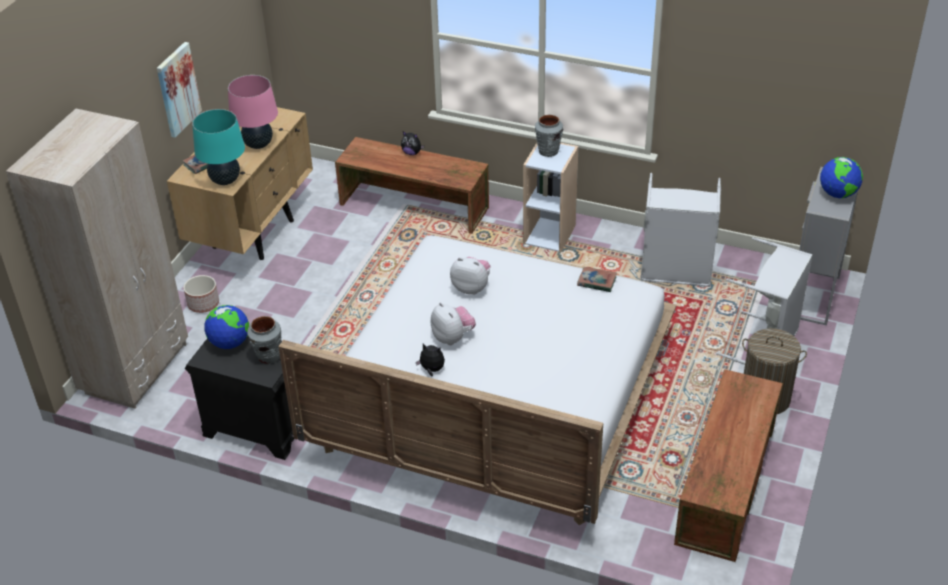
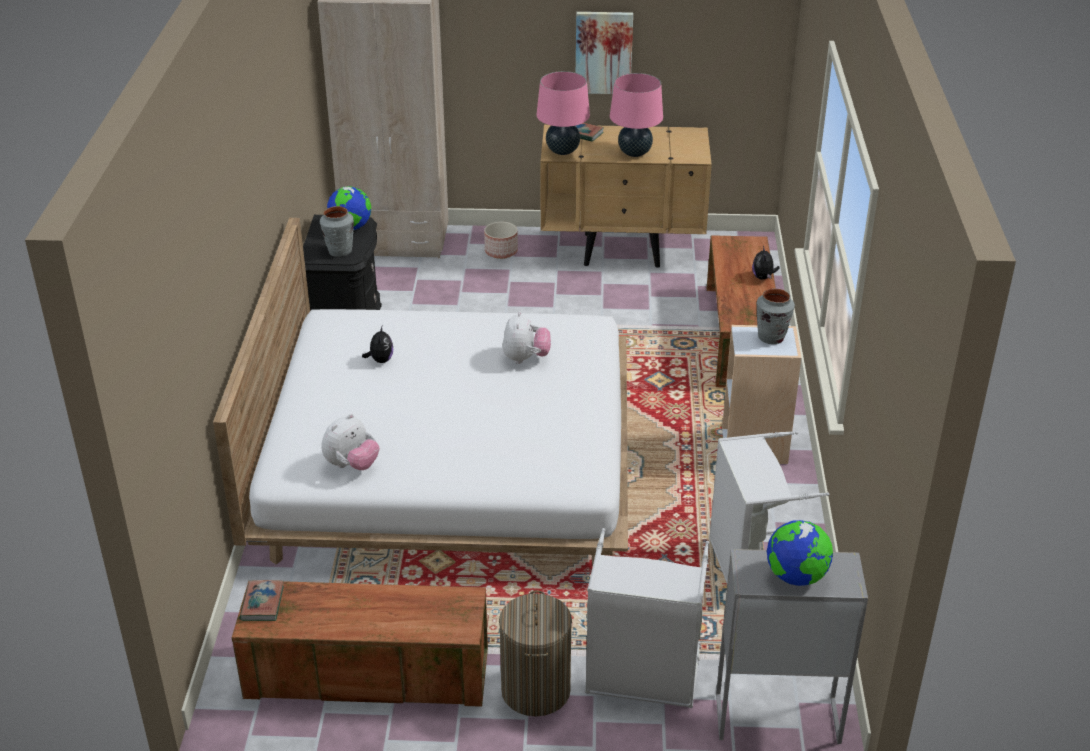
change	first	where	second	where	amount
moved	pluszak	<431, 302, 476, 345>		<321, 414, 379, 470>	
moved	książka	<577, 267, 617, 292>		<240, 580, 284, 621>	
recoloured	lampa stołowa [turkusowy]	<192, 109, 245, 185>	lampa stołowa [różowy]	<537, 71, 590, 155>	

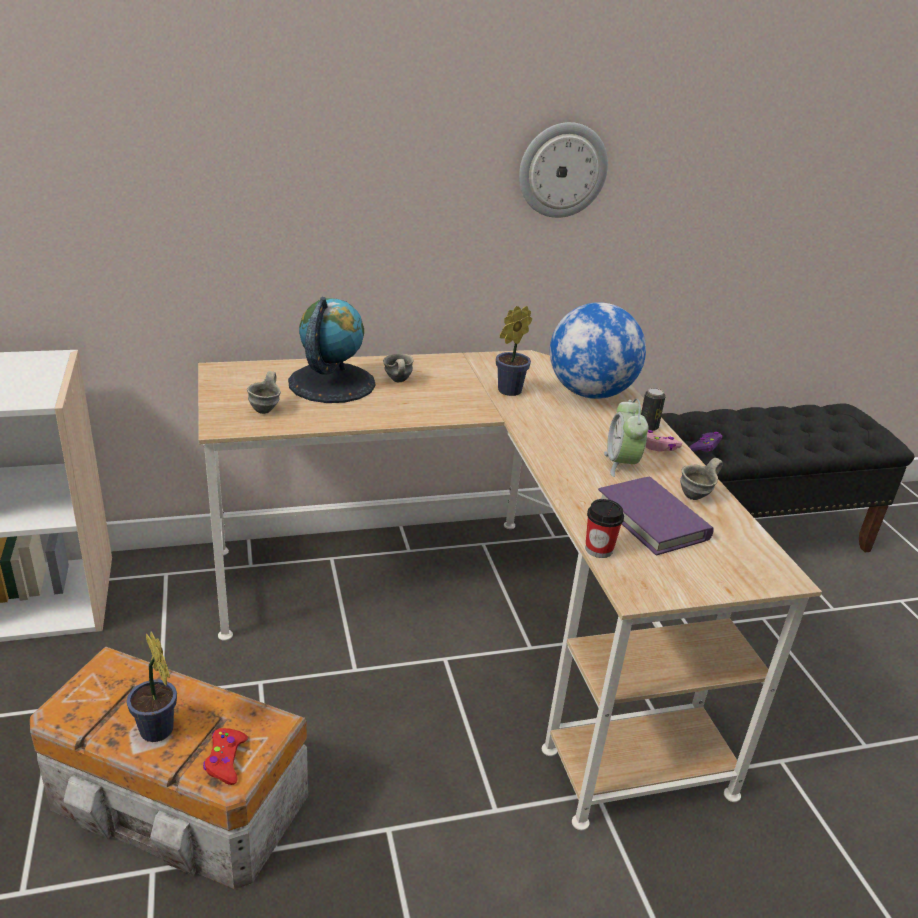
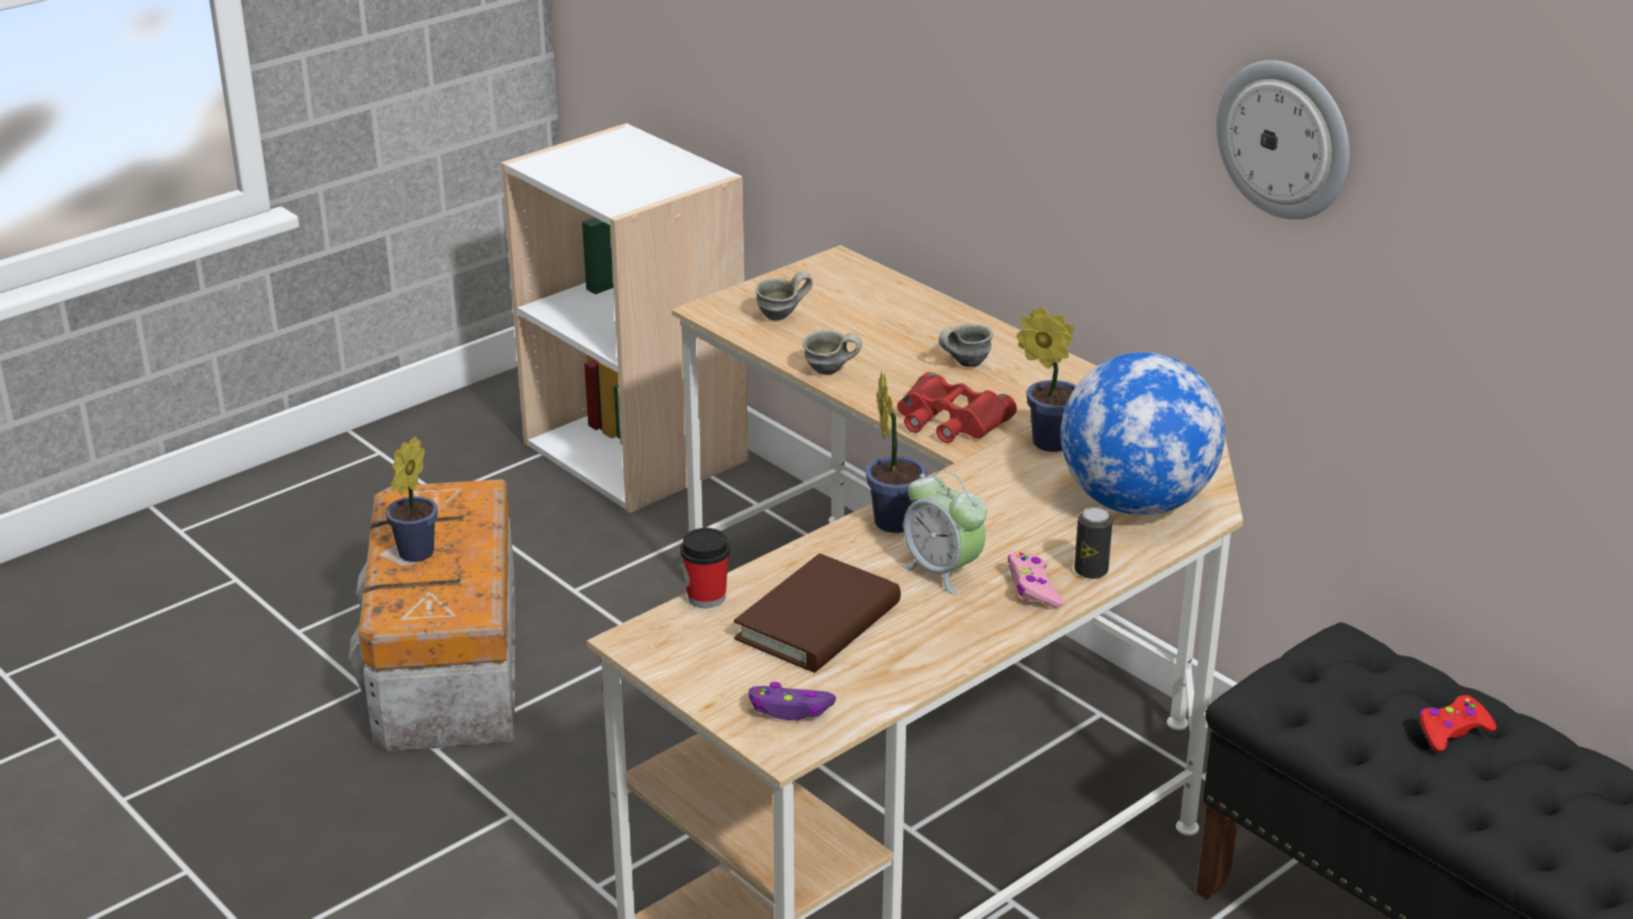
change	first	where	second	where	amount
removed	globus	<288, 297, 376, 403>			
added			roślina doniczkowa	<866, 372, 927, 533>	
added			lornetka [czerwony]	<897, 372, 1017, 443>	
moved	pad do gier [czerwony]	<203, 728, 248, 785>		<1419, 695, 1497, 752>	
moved	kubek [szary]	<680, 458, 723, 500>		<803, 329, 862, 375>	
moved	pad do gier [fioletowy]	<689, 432, 722, 452>		<748, 682, 836, 720>	
recoloured	książka [fioletowy]	<597, 476, 714, 555>	książka [brązowy]	<734, 553, 901, 672>	
turned	budzik	<604, 399, 649, 477>		<901, 469, 987, 595>	105 degrees counterclockwise

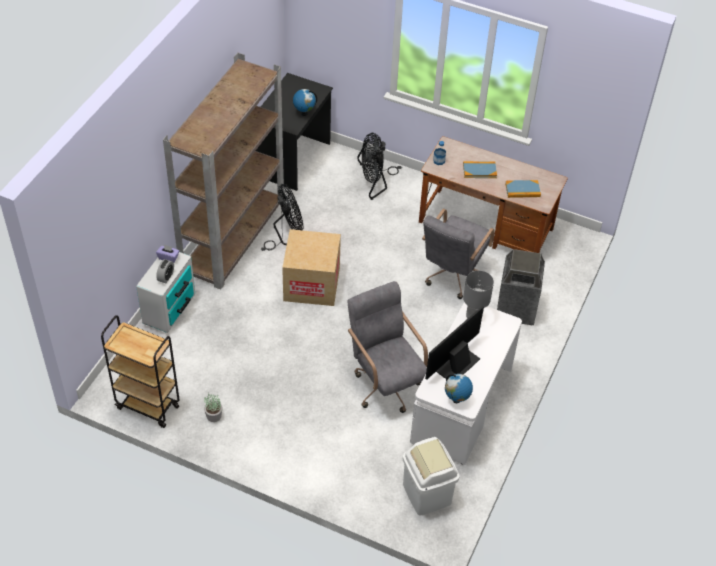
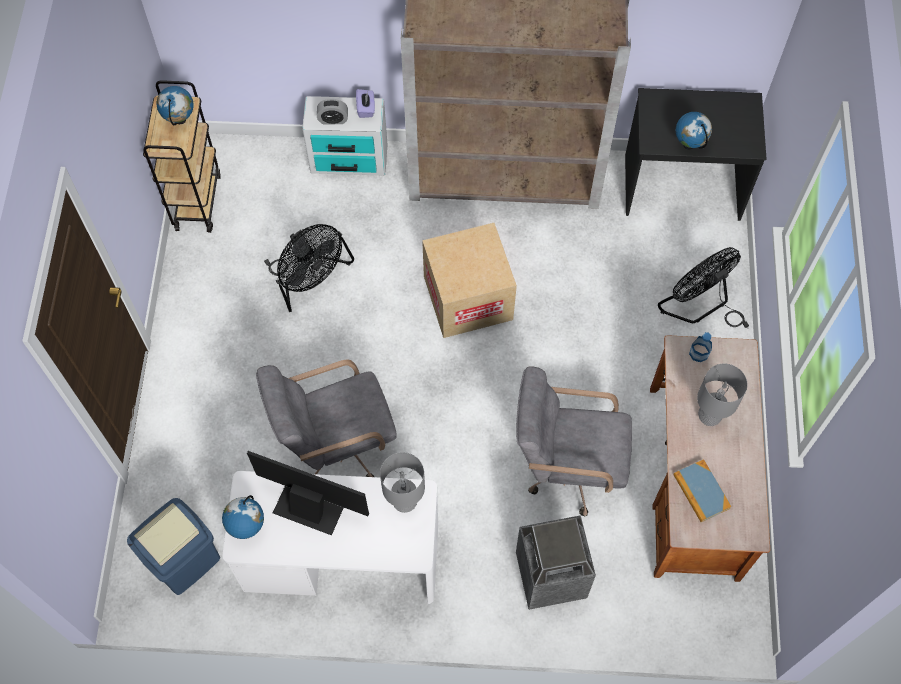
change	first	where	second	where	amount
removed	roślina doniczkowa	<204, 394, 223, 422>			
added			globus	<157, 86, 194, 125>	
moved	wentylator [czarny]	<261, 184, 303, 251>		<264, 224, 354, 312>	
replaced	książka	<463, 161, 497, 178>	lampa stołowa [szary]	<697, 364, 747, 426>	
recoloured	kosz na śmieci [biały]	<403, 437, 459, 516>	kosz na śmieci [niebieski]	<127, 498, 220, 595>	
turned	krzesło biurowe [szary]	<348, 281, 428, 413>		<256, 360, 397, 477>	150 degrees counterclockwise

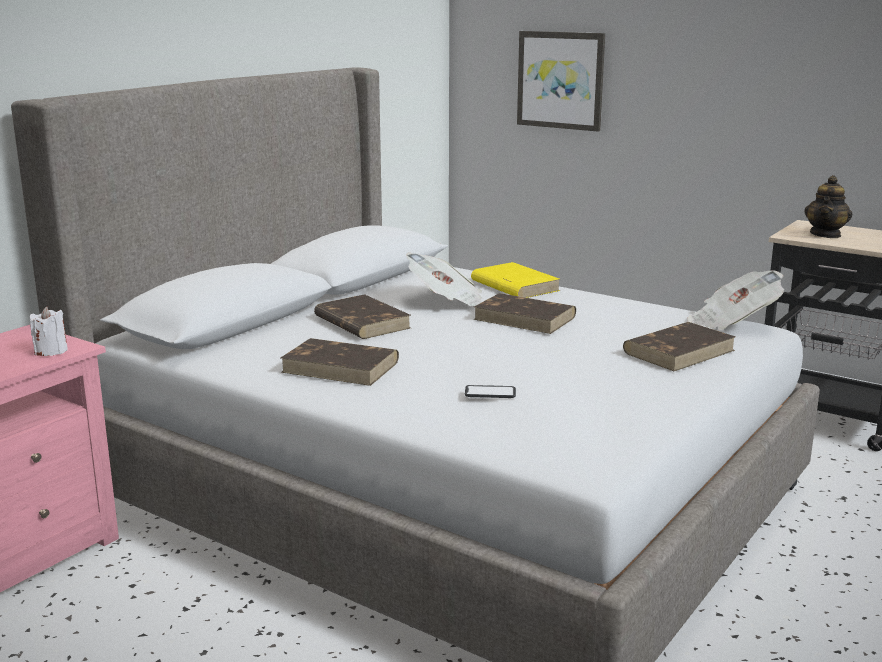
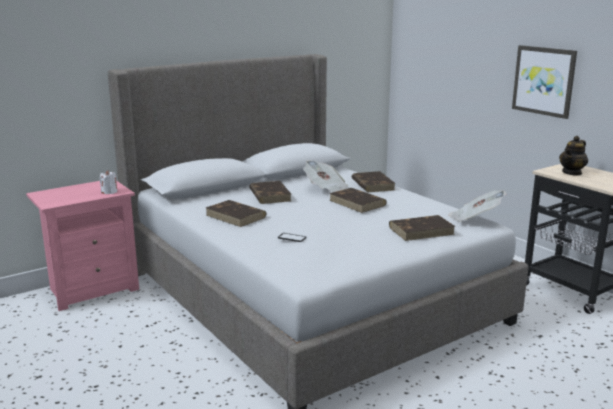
change	first	where	second	where	amount
moved	obraz	<517, 31, 605, 132>		<512, 45, 577, 119>	
recoloured	książka [żółty]	<471, 262, 560, 298>	książka [brązowy]	<352, 171, 396, 192>	

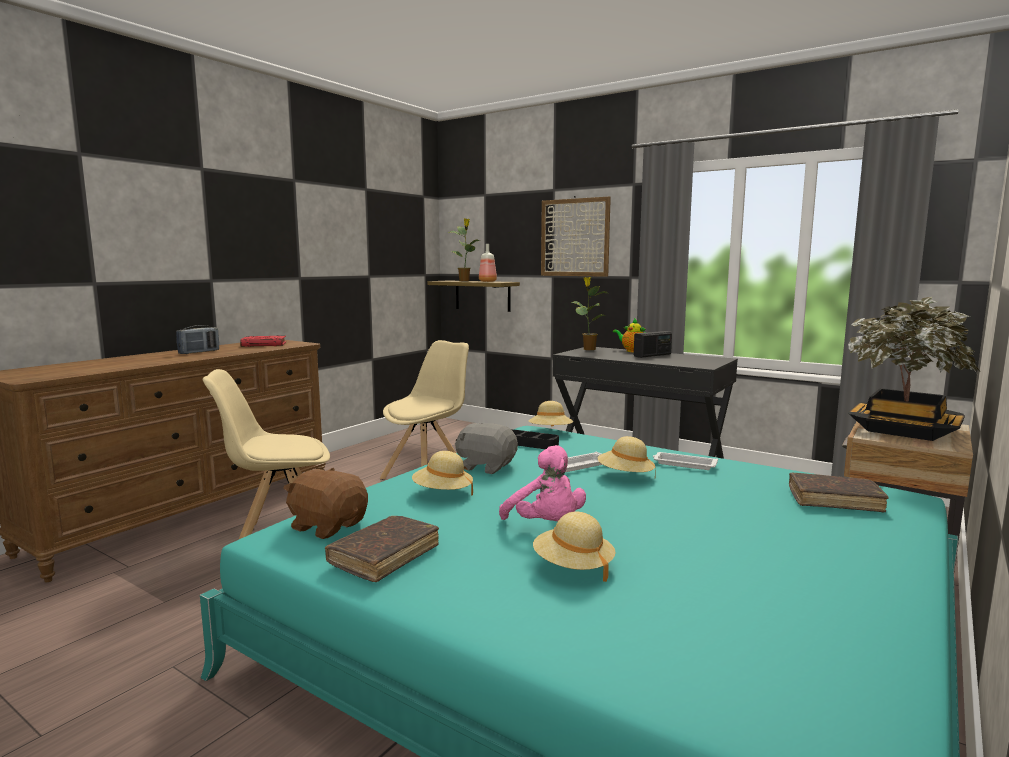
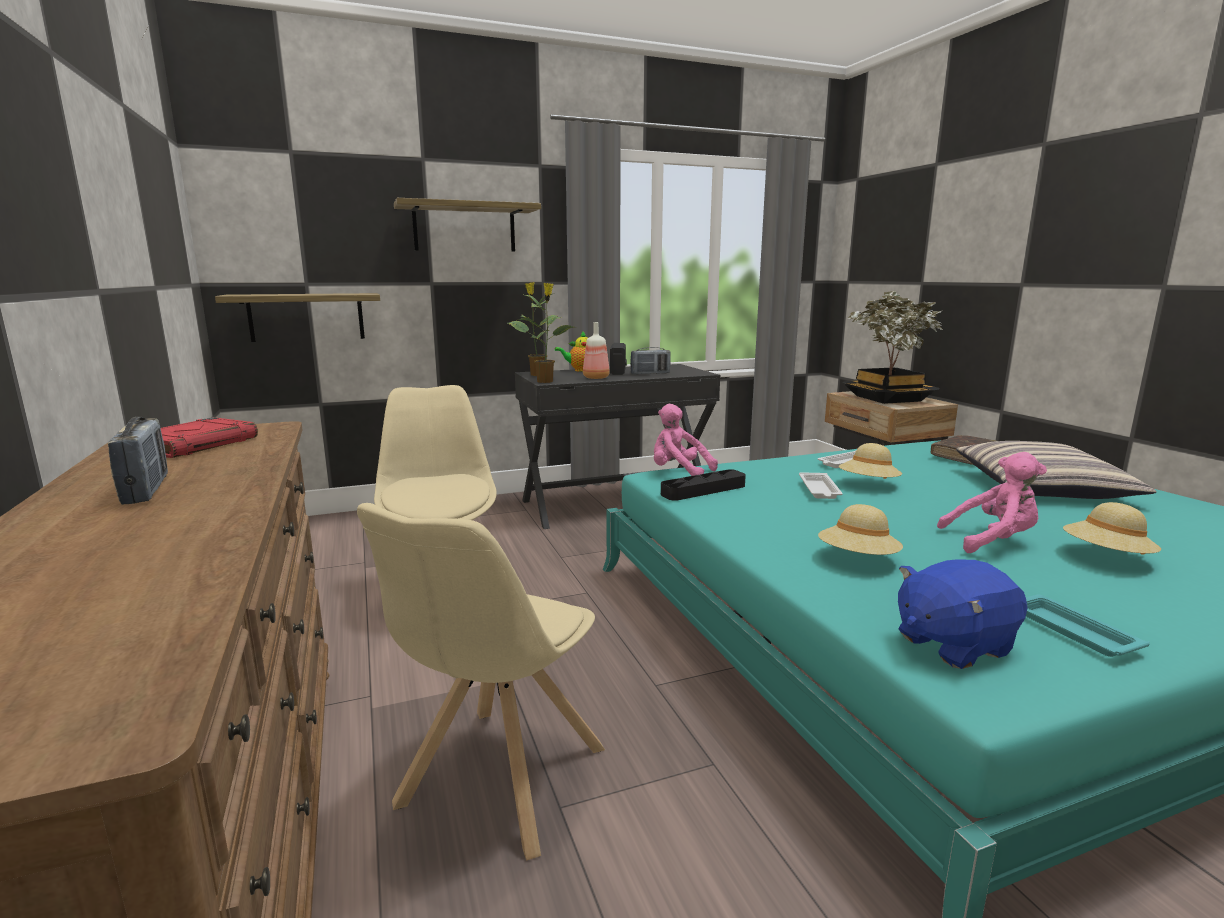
change	first	where	second	where	amount
removed	pluszak [szary]	<455, 423, 518, 474>			
added			radio	<630, 347, 671, 375>	
added			poduszka	<956, 441, 1157, 499>	
moved	roślina doniczkowa	<448, 218, 481, 281>		<517, 283, 575, 383>	
moved	butelka	<479, 244, 497, 282>		<583, 322, 610, 379>	
replaced	książka [brązowy]	<325, 516, 439, 582>	taca [turkusowy]	<1026, 595, 1150, 657>	
replaced	kapelusz [beżowy]	<529, 401, 573, 427>	pluszak [różowy]	<654, 403, 718, 476>	
replaced	obraz	<541, 196, 611, 277>	półka	<394, 198, 541, 252>	
recoloured	pluszak [brązowy]	<283, 468, 368, 539>	pluszak [niebieski]	<898, 559, 1028, 669>	

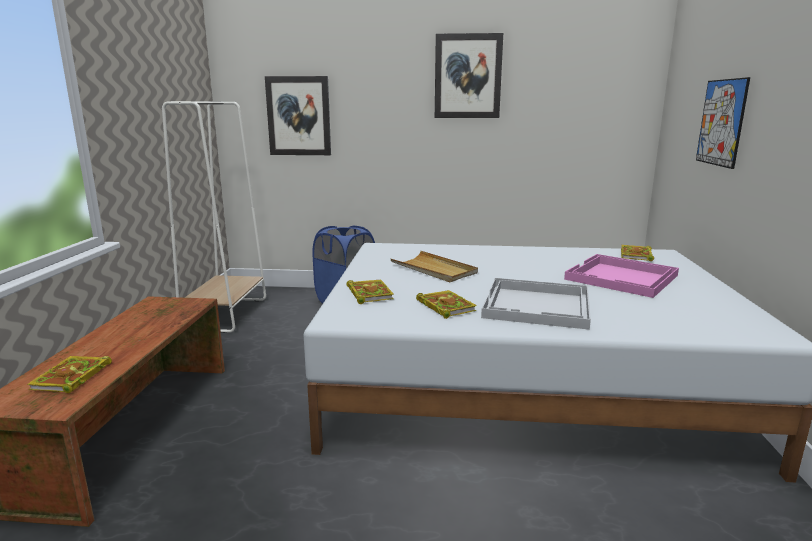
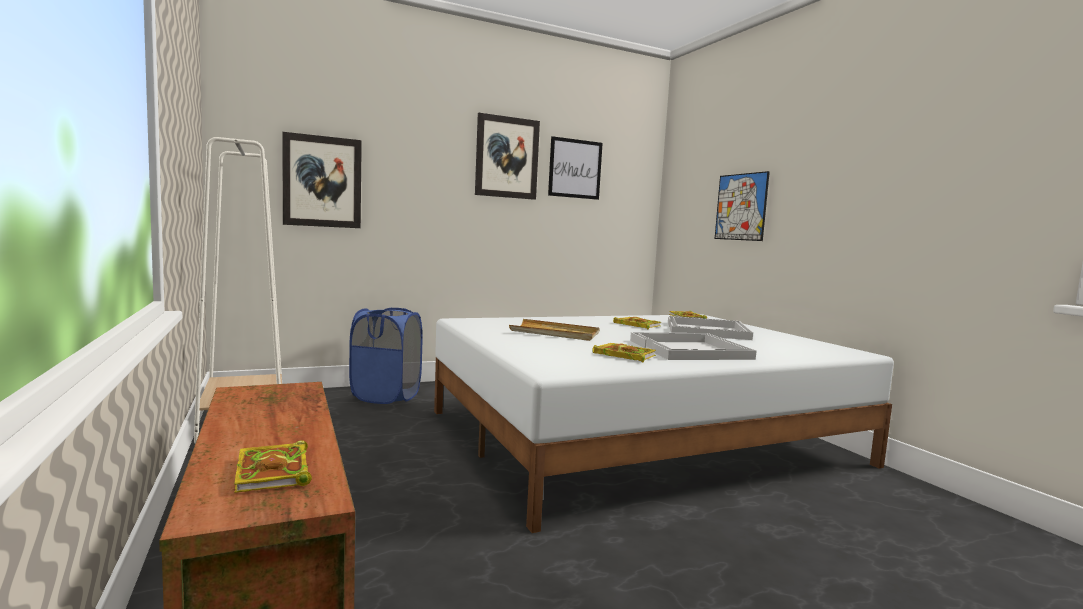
change	first	where	second	where	amount
added			obraz	<548, 136, 603, 200>	
moved	książka	<347, 279, 394, 304>		<613, 317, 661, 329>	
recoloured	taca [różowy]	<564, 254, 679, 298>	taca [biały]	<668, 316, 753, 340>	

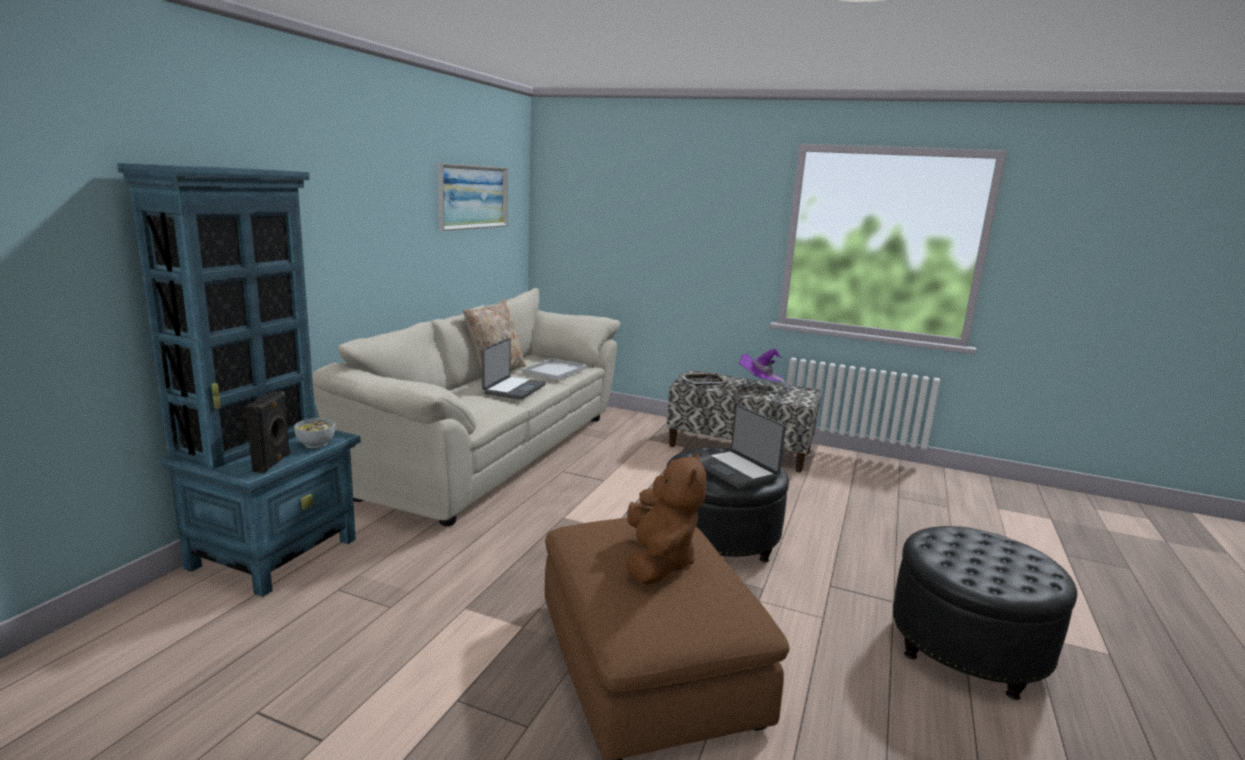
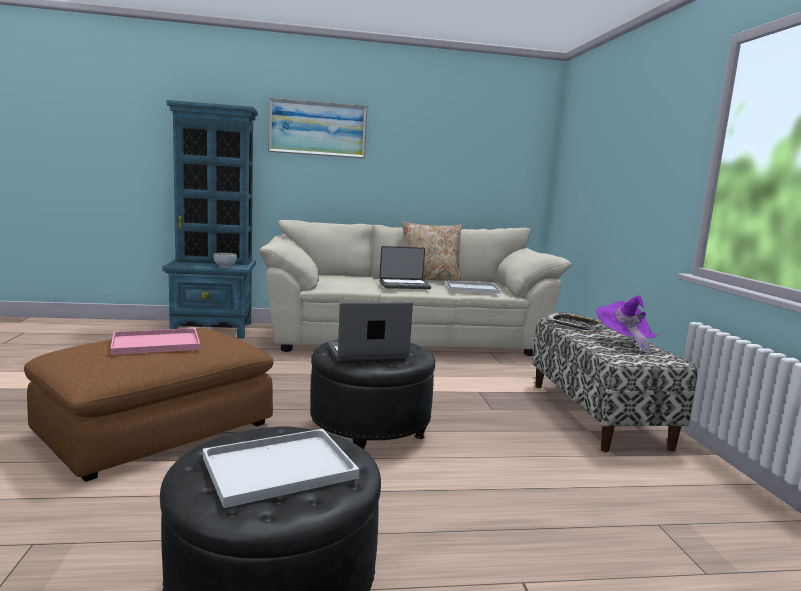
change	first	where	second	where	amount
removed	głośnik [czarny]	<245, 391, 290, 474>			
added			taca [biały]	<203, 429, 359, 508>	
moved	obraz	<438, 163, 508, 231>		<268, 98, 368, 159>	
replaced	pluszak [brązowy]	<626, 452, 706, 585>	taca [różowy]	<110, 328, 200, 355>	
turned	laptop	<700, 404, 786, 489>		<327, 302, 413, 361>	45 degrees clockwise

